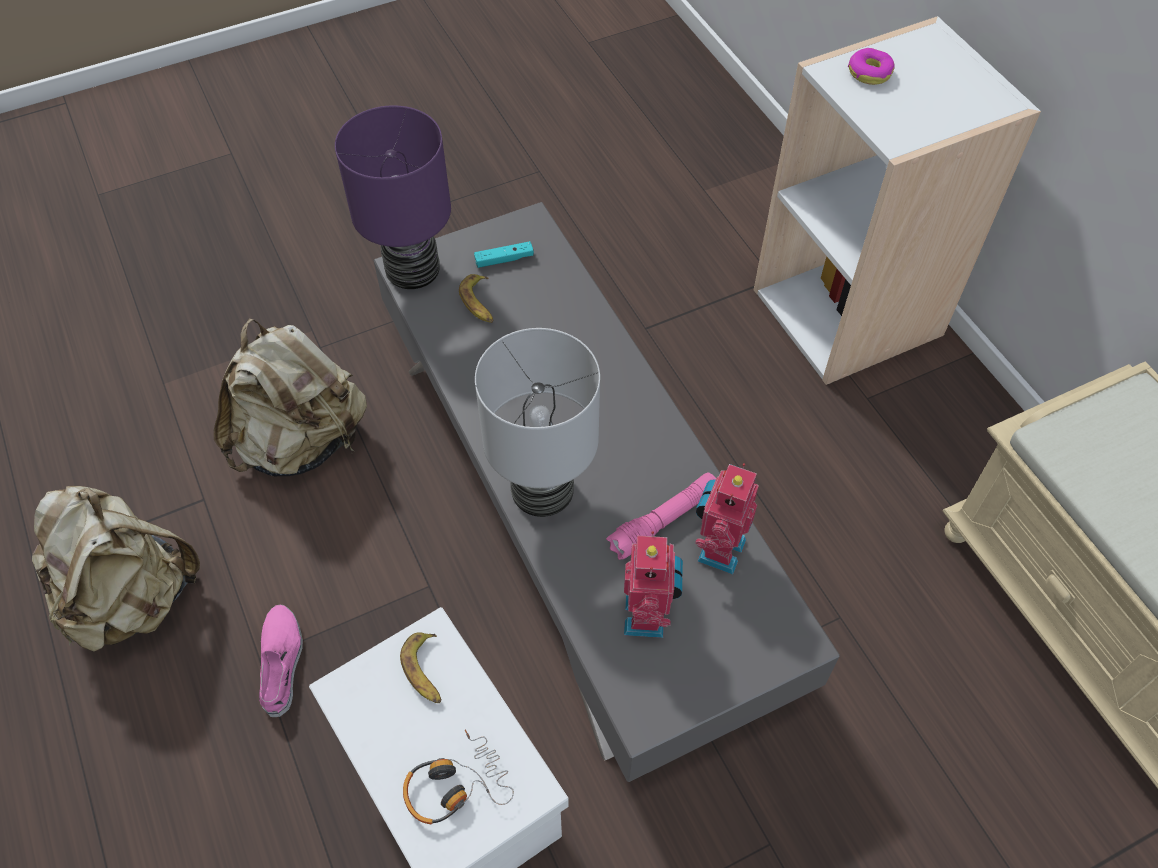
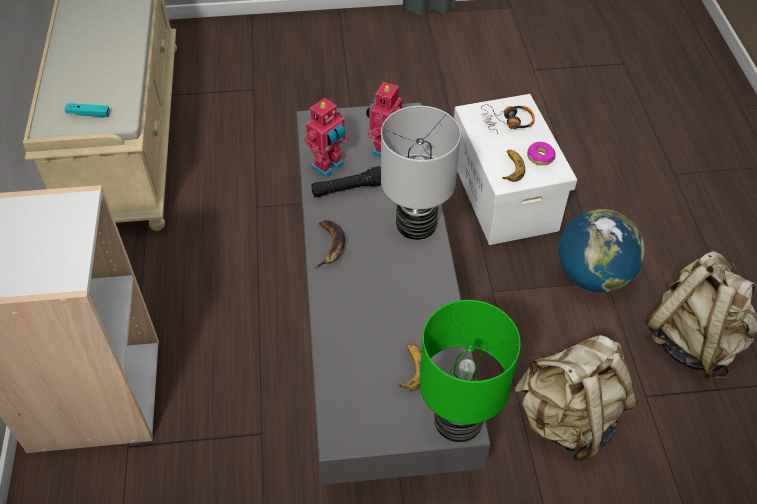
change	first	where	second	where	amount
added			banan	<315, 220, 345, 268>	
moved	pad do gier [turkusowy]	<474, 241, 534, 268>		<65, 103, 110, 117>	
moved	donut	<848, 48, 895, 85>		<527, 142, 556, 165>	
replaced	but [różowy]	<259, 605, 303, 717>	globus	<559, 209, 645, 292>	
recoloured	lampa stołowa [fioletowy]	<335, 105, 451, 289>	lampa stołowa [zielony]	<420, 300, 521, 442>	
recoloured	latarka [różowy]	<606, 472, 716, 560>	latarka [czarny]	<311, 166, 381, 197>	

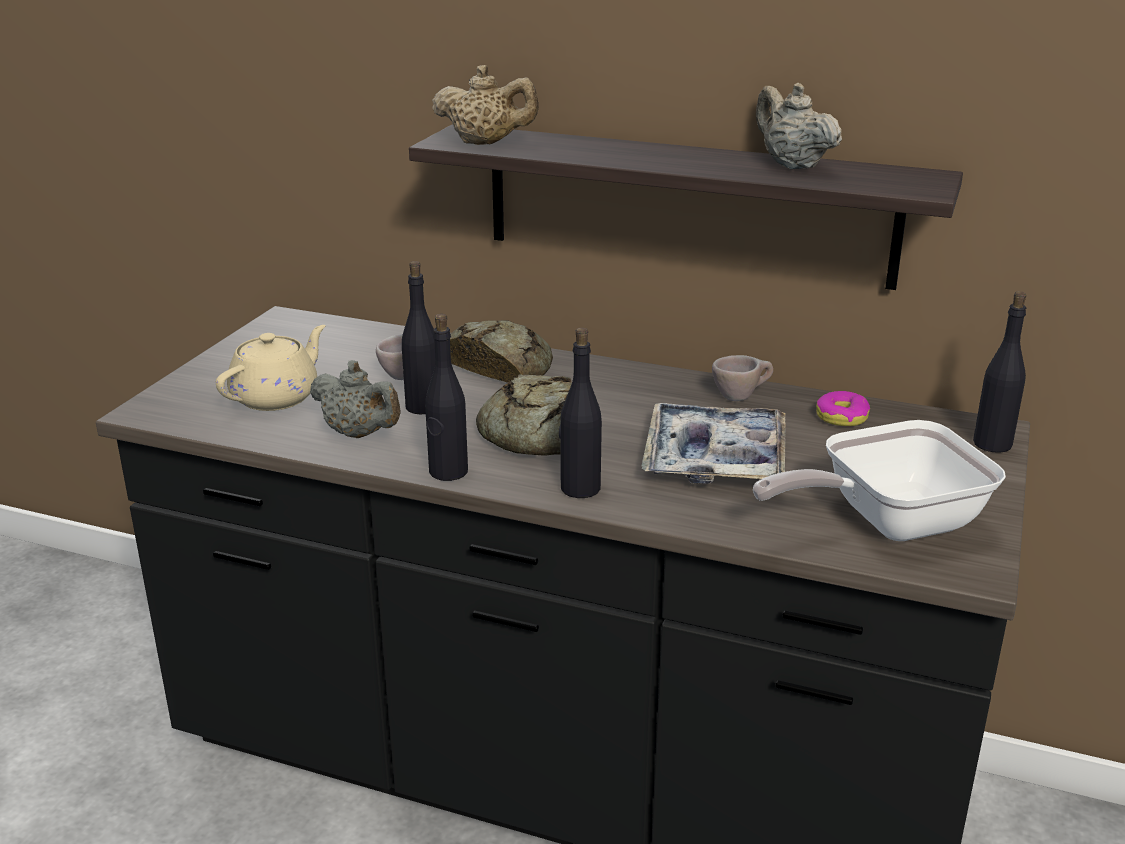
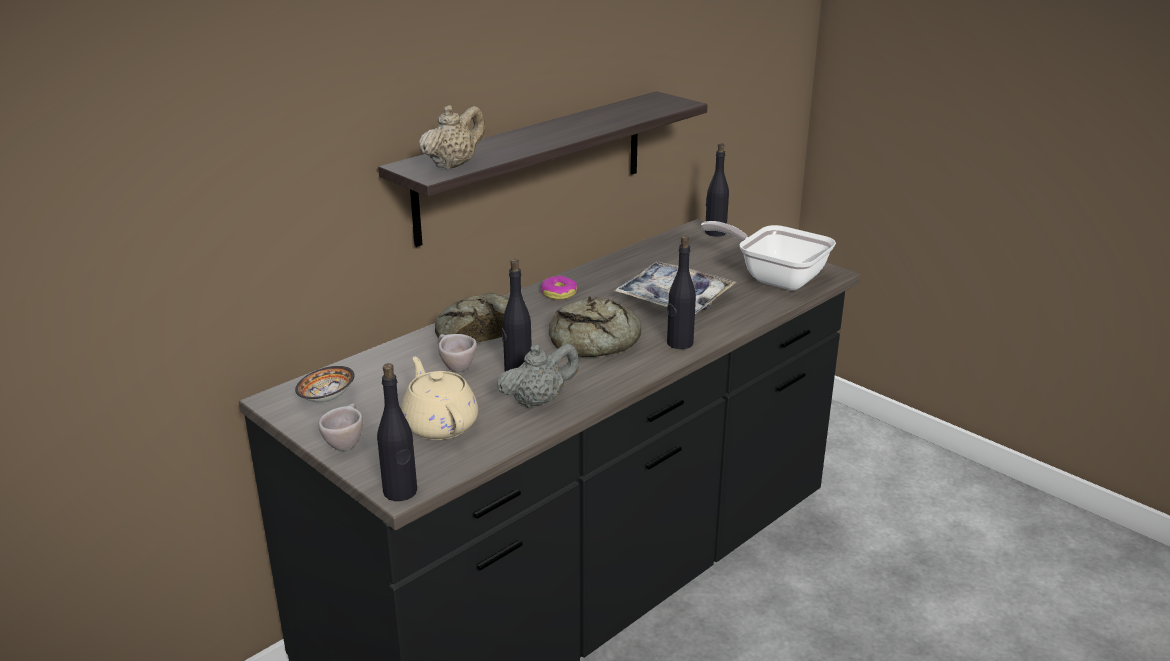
change	first	where	second	where	amount
removed	imbryk [beżowy]	<756, 83, 842, 169>			
added			miska	<295, 366, 354, 402>	
moved	butelka [czarny]	<425, 314, 468, 481>		<377, 363, 417, 501>	
moved	filiżanka [beżowy]	<712, 355, 773, 401>		<318, 403, 363, 451>	
moved	donut	<816, 391, 870, 426>		<541, 276, 577, 300>	
turned	patelnia	<753, 420, 1006, 541>		<700, 221, 836, 290>	120 degrees clockwise

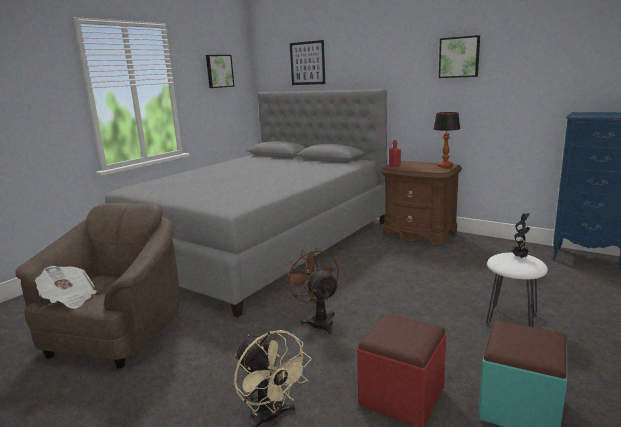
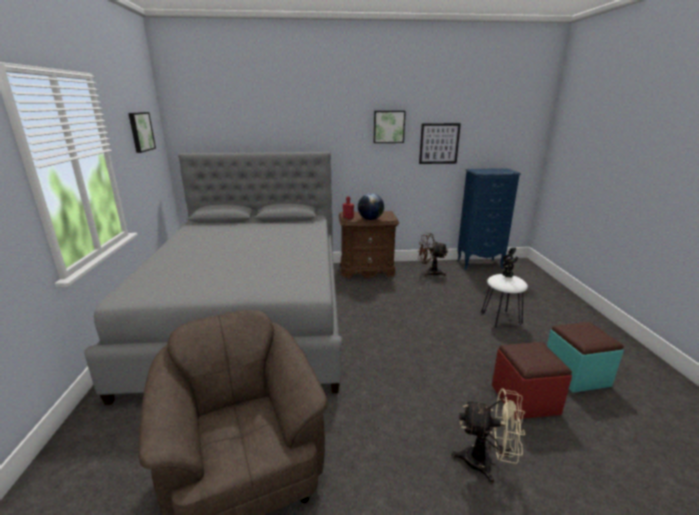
change	first	where	second	where	amount
removed	gazeta	<35, 266, 97, 309>			
removed	lampa stołowa	<433, 112, 460, 168>			
added			globus	<358, 193, 384, 220>	
moved	wentylator [brązowy]	<284, 248, 339, 335>		<418, 233, 448, 276>	
moved	obraz	<290, 40, 325, 85>		<419, 123, 461, 164>	

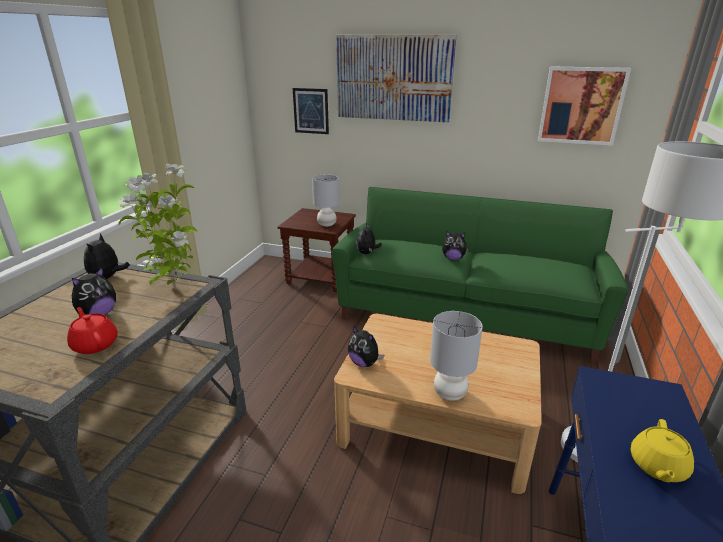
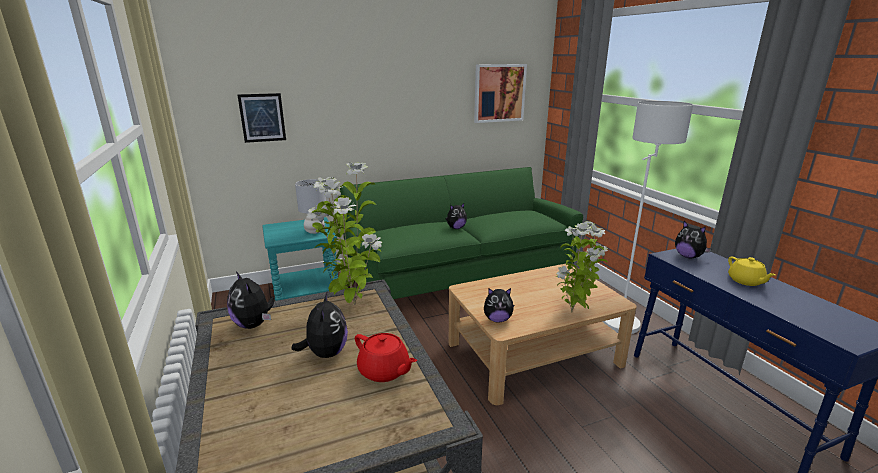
change	first	where	second	where	amount
removed	obraz	<336, 35, 457, 123>			
moved	pluszak	<356, 224, 382, 254>		<675, 221, 712, 258>	
replaced	lampa stołowa [szary]	<430, 311, 483, 401>	roślina doniczkowa	<556, 221, 608, 312>	
recoloured	stolik [brązowy]	<278, 208, 356, 292>	stolik [turkusowy]	<262, 217, 338, 301>	
turned	imbryk [czerwony]	<67, 307, 118, 354>		<355, 333, 417, 382>	150 degrees counterclockwise

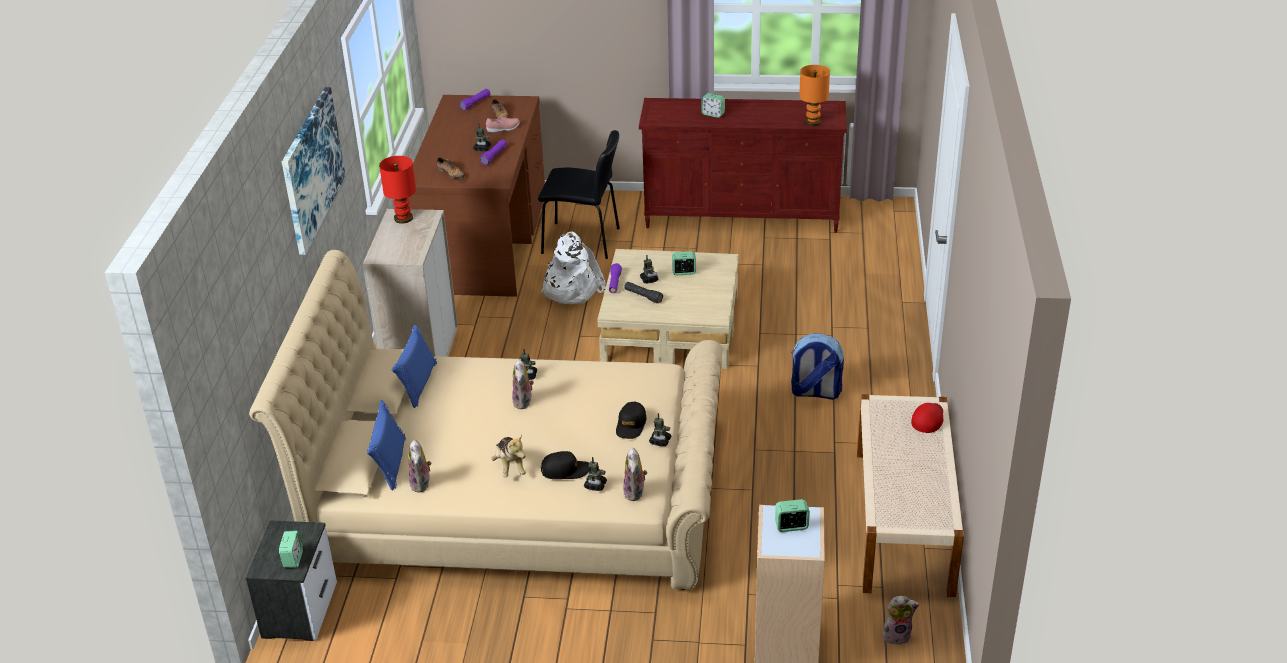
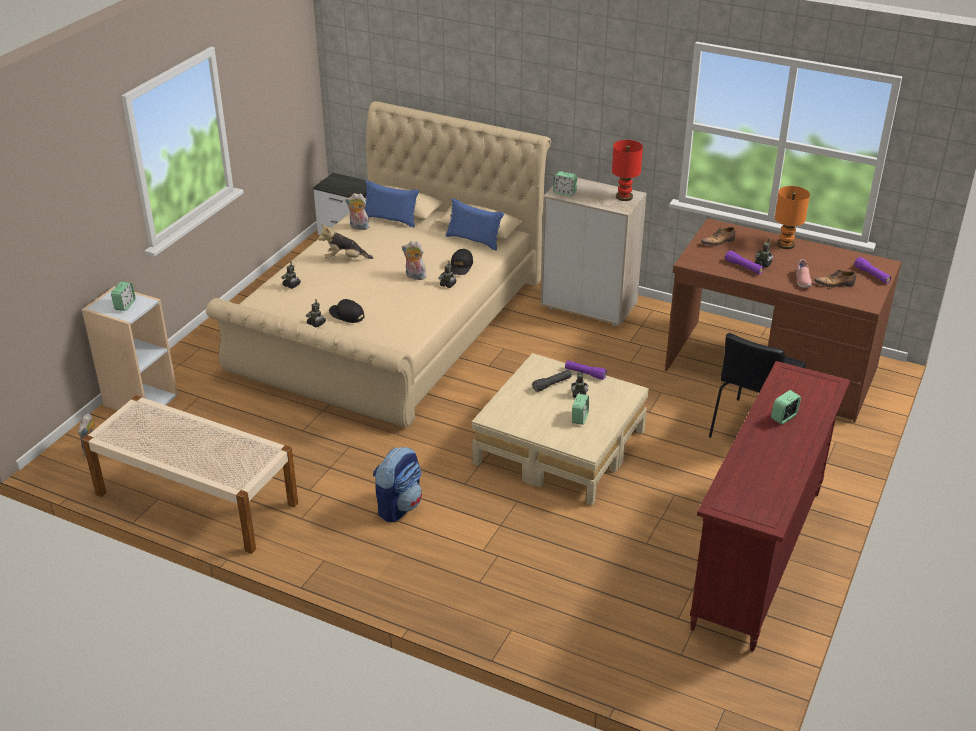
change	first	where	second	where	amount
removed	obraz	<282, 87, 345, 255>			
removed	plecak [biały]	<541, 231, 606, 304>			
removed	pluszak	<623, 448, 647, 501>			
removed	czapka z daszkiem [czerwony]	<911, 403, 943, 433>			
moved	budzik	<279, 531, 303, 568>		<553, 171, 577, 196>	
moved	czapka z daszkiem [czarny]	<541, 451, 589, 479>		<451, 249, 473, 275>	
moved	lampa stołowa [pomarańczowy]	<799, 65, 830, 126>		<775, 186, 810, 249>	

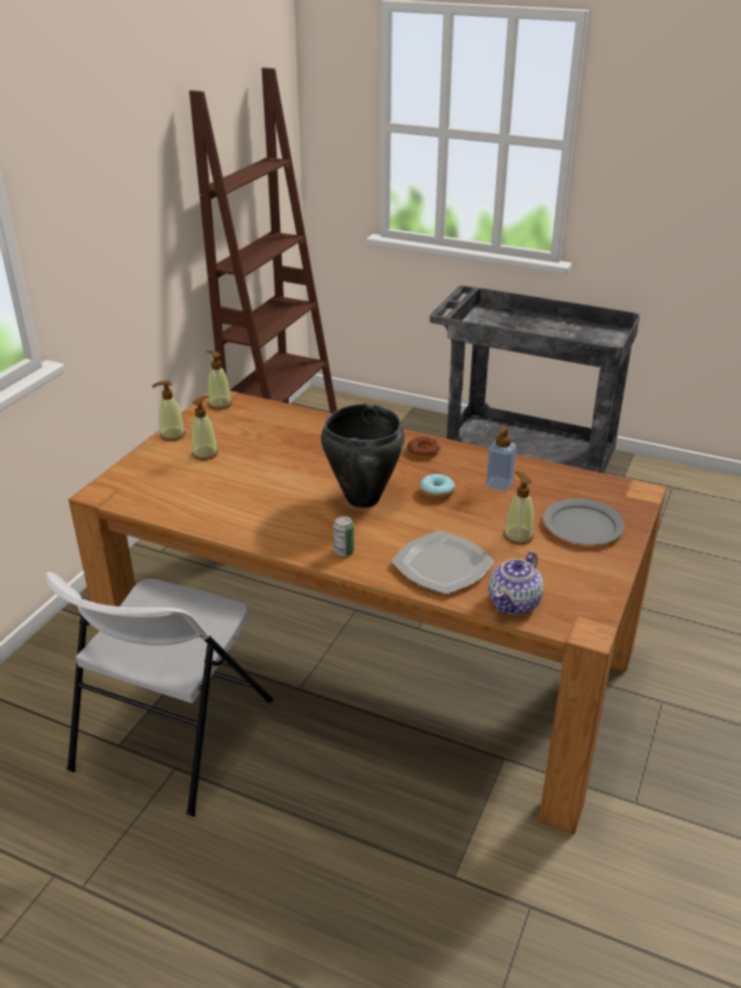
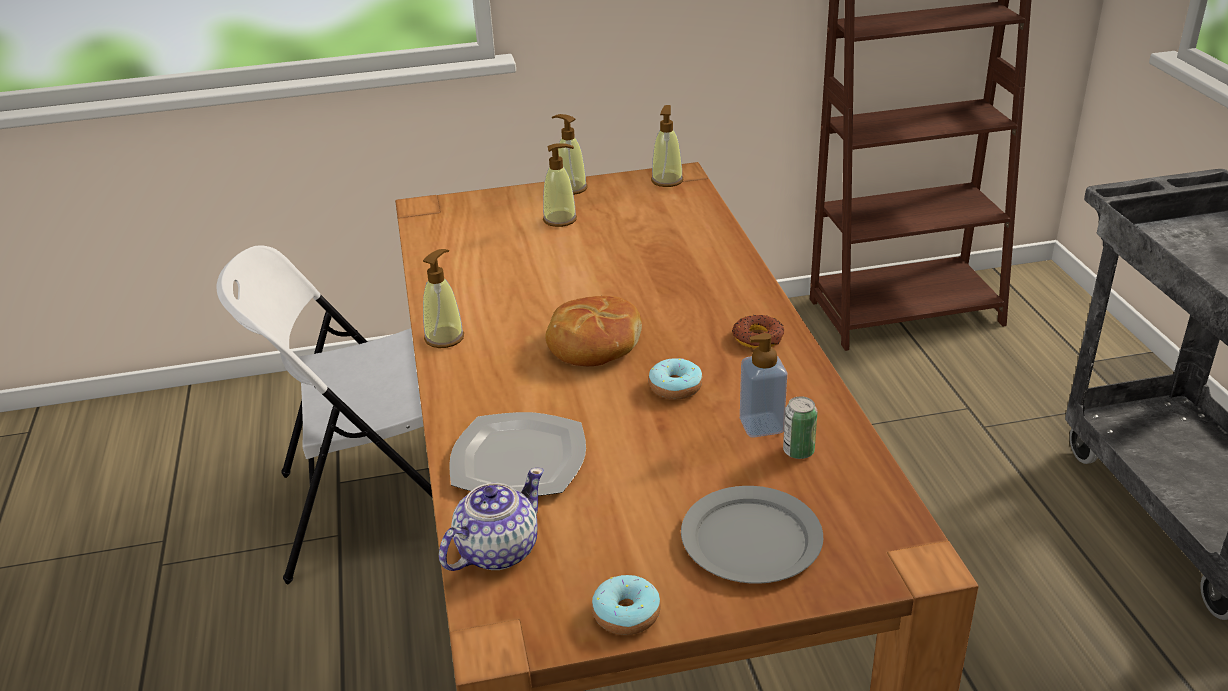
change	first	where	second	where	amount
added			donut	<592, 575, 661, 635>	
moved	puszka	<333, 516, 354, 557>		<783, 396, 817, 459>	
moved	dozownik mydła	<503, 471, 534, 545>		<423, 249, 464, 348>	
replaced	garnek [czarny]	<321, 404, 405, 508>	chleb	<546, 296, 642, 366>	
turned	imbryk	<489, 551, 544, 615>		<439, 468, 544, 571>	135 degrees clockwise

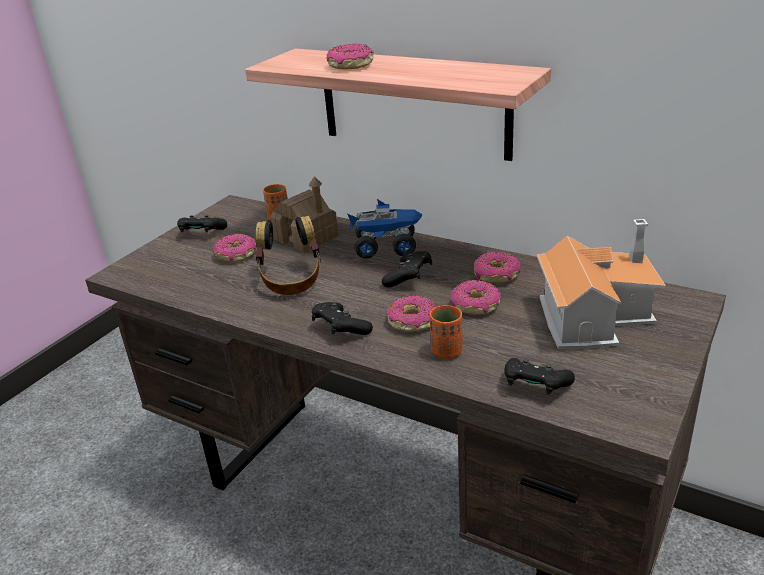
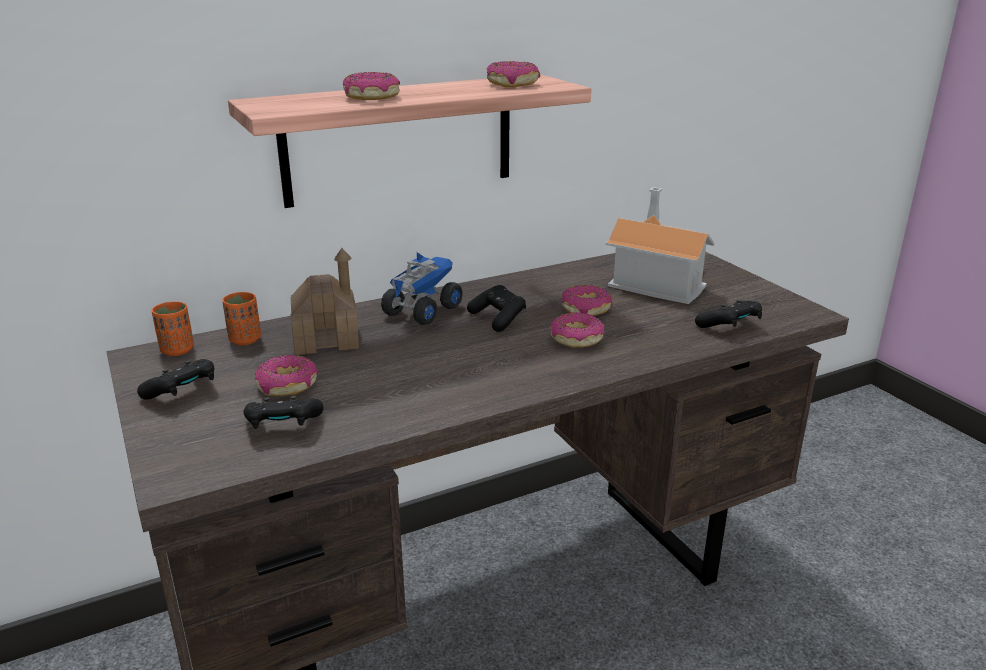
change	first	where	second	where	amount
removed	słuchawki	<256, 216, 321, 295>			
moved	pad do gier [czarny]	<312, 302, 373, 335>		<243, 396, 323, 429>	
moved	filiżanka [pomarańczowy]	<430, 305, 463, 359>		<152, 301, 194, 356>	
moved	donut	<473, 252, 520, 284>		<487, 61, 540, 87>	

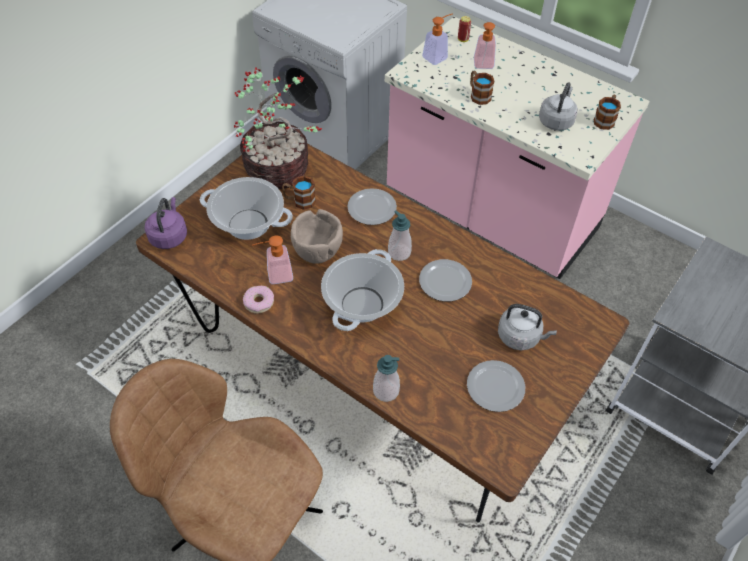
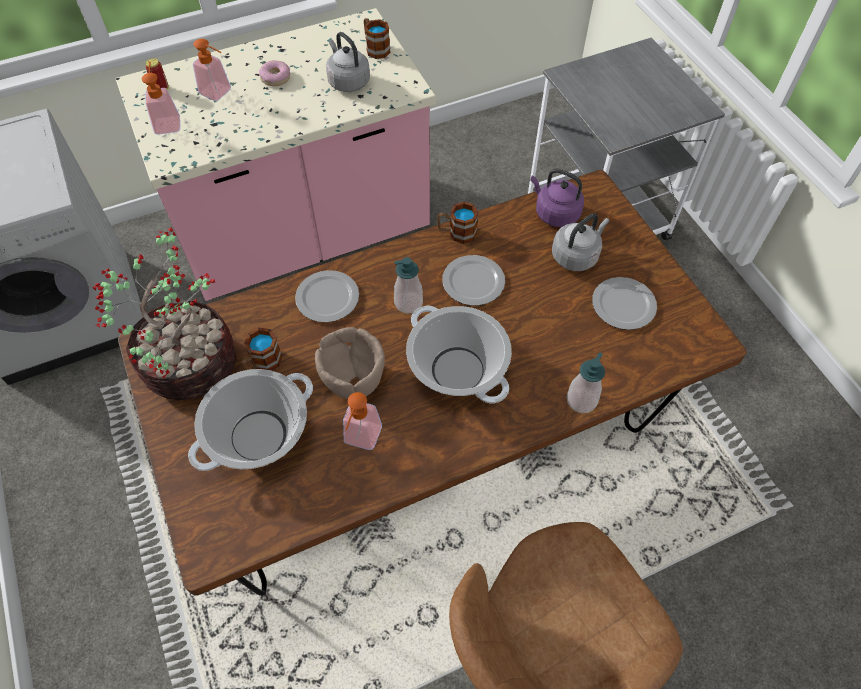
change	first	where	second	where	amount
moved	czajnik [fioletowy]	<145, 197, 187, 249>		<531, 168, 584, 227>	
moved	donut	<243, 286, 274, 314>		<259, 60, 290, 86>	
moved	kubek	<470, 71, 495, 105>		<437, 202, 479, 244>	

